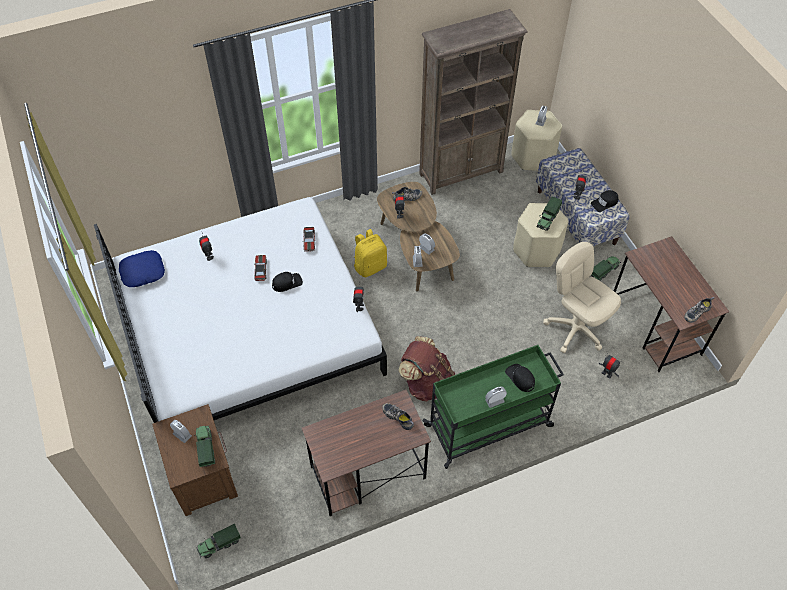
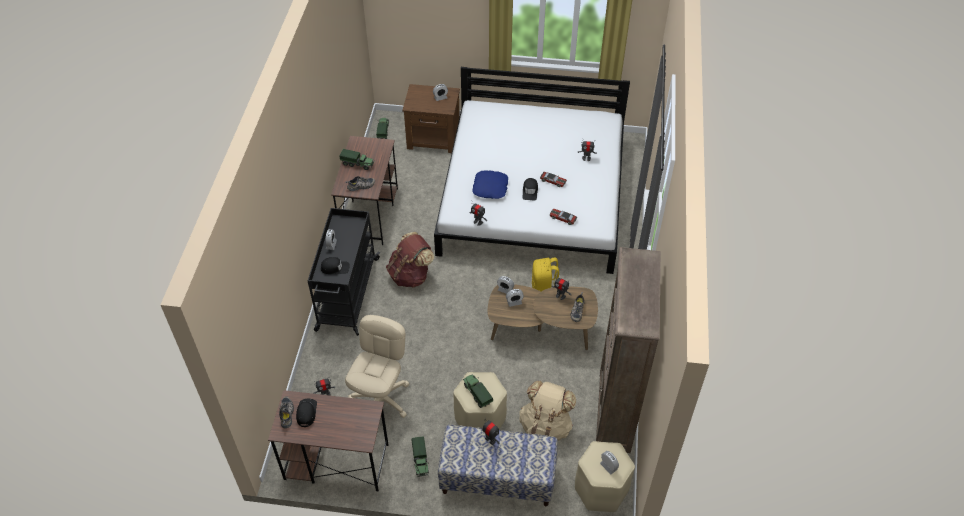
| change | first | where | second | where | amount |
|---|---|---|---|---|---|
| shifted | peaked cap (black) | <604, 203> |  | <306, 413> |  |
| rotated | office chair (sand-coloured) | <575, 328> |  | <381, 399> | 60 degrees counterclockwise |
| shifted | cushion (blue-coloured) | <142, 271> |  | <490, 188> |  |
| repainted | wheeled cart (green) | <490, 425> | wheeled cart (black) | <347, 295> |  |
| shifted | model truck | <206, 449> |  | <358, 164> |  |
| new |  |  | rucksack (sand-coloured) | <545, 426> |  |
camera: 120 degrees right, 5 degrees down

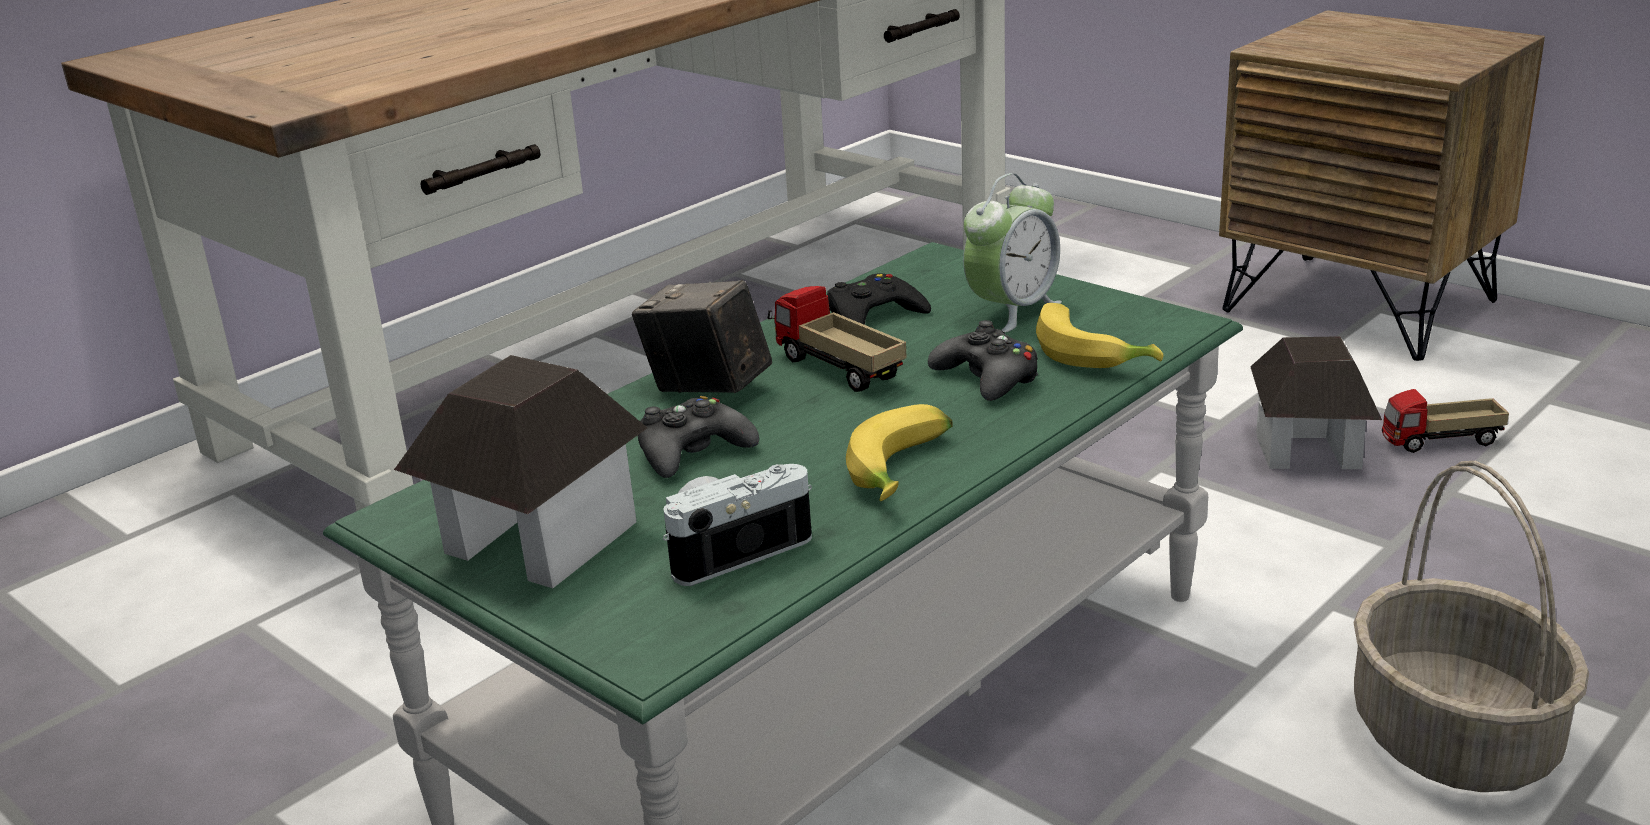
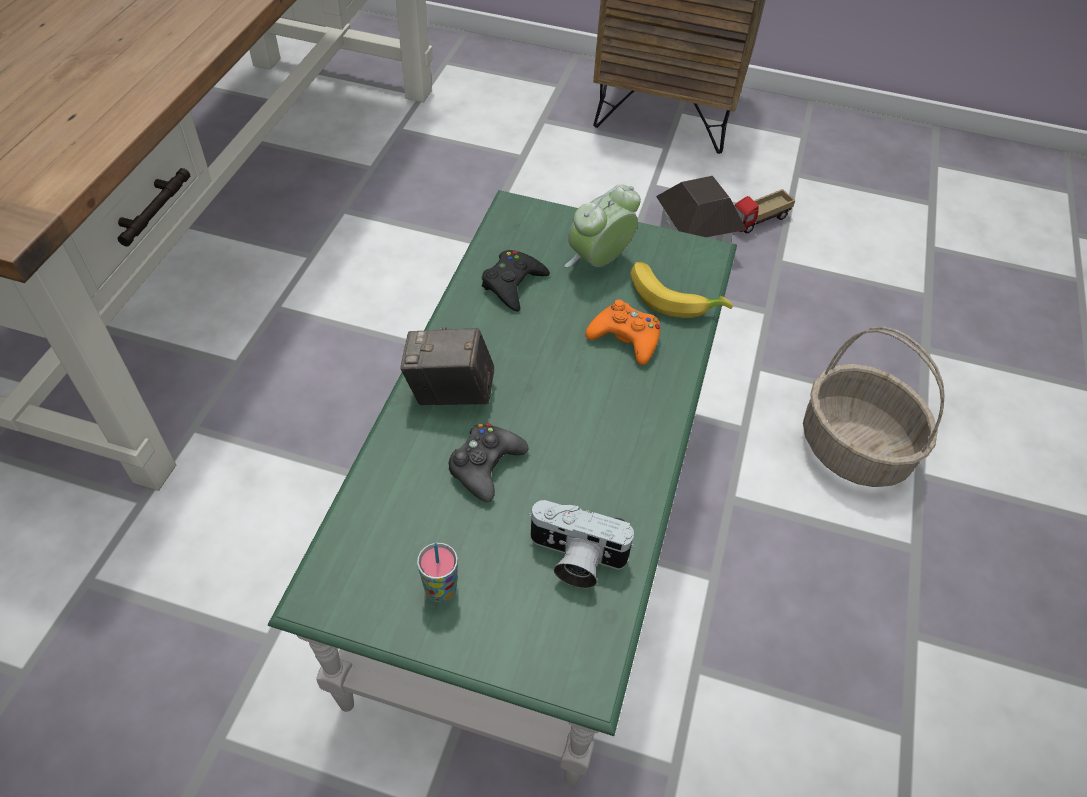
| change | first | where | second | where | amount |
|---|---|---|---|---|---|
| rotated | bedside clock | <1012, 311> |  | <599, 261> | 150 degrees counterclockwise |
| gone | model truck | <837, 369> |  |  |  |
| repainted | gamepad (black) | <987, 378> | gamepad (orange) | <625, 338> |  |
| swapped | model house | <538, 539> | small cup | <440, 590> |  |
| gone | banana | <905, 472> |  |  |  |
| rotated | photo camera | <733, 549> |  | <574, 559> | 105 degrees counterclockwise |
camera: 30 degrees left, 25 degrees up

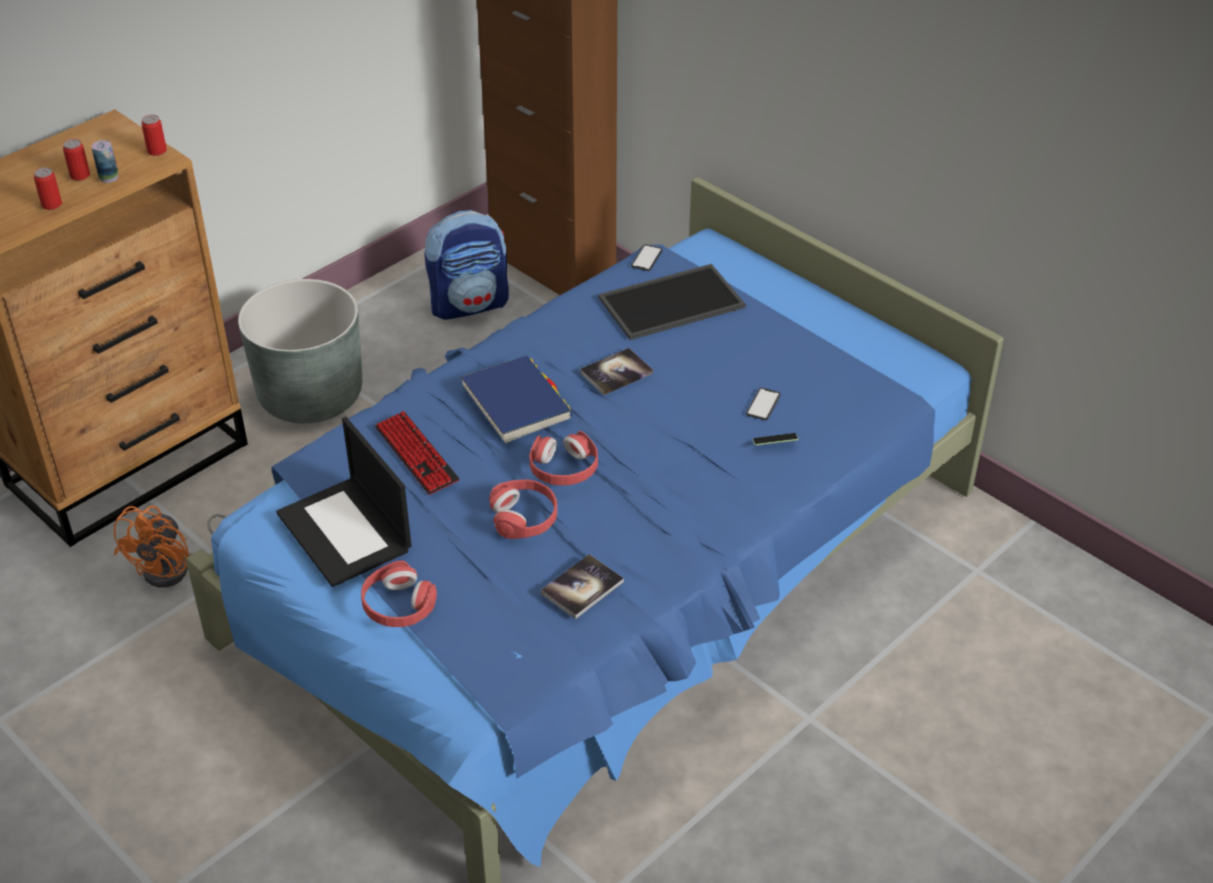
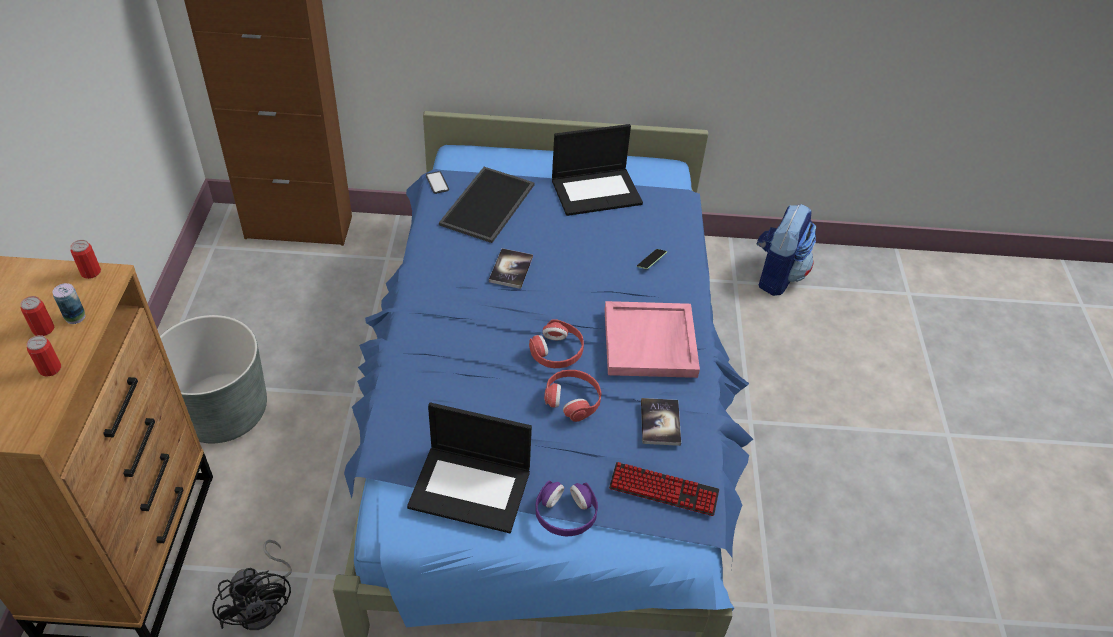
| change | first | where | second | where | amount |
|---|---|---|---|---|---|
| shifted | rucksack | <470, 304> |  | <777, 275> |  |
| gone | volume (blue-coloured) | <516, 403> |  |  |  |
| gone | telephone | <763, 405> |  |  |  |
| shifted | keyboard | <416, 454> |  | <663, 490> |  |
| repainted | electric fan (orange) | <177, 569> | electric fan (black) | <264, 604> |  |
| repainted | headset (red) | <398, 605> | headset (purple-coloured) | <565, 514> |  |
| new |  |  | notebook computer | <597, 191> |  |
| new |  |  | carrying tray (pink) | <650, 343> |  |
camera: 45 degrees left, 5 degrees up

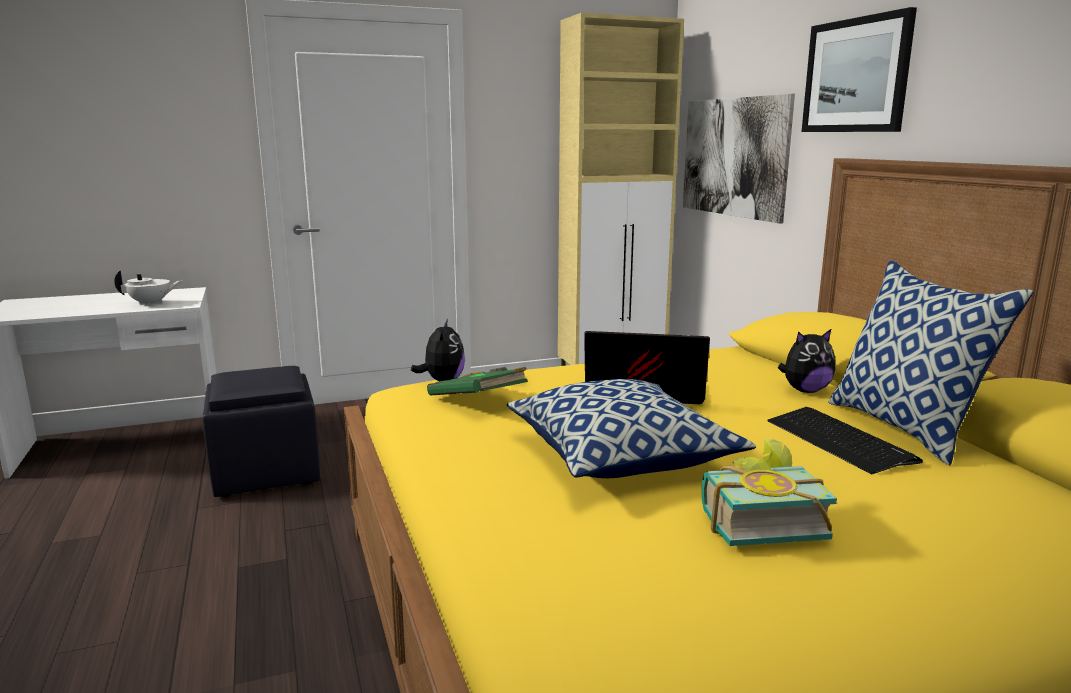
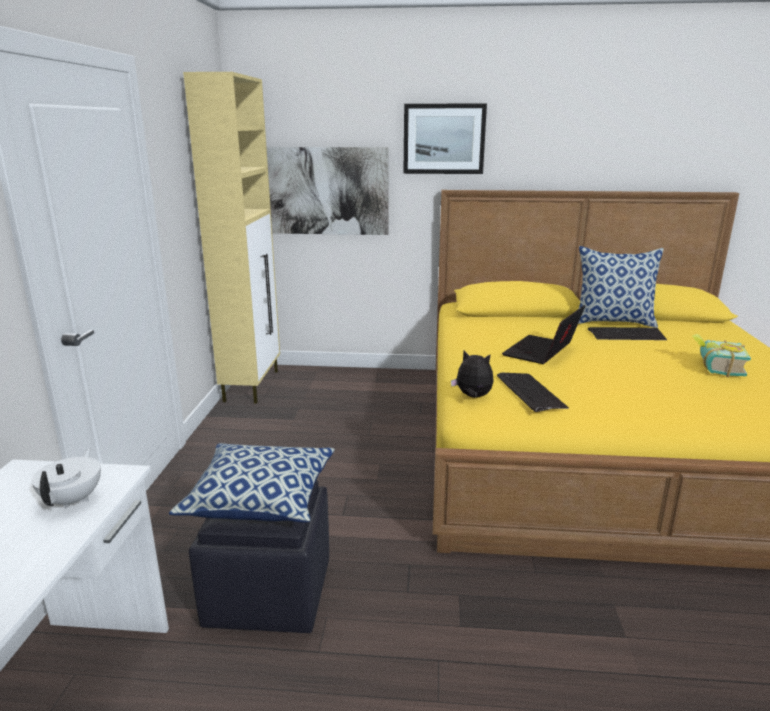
| change | first | where | second | where | amount |
|---|---|---|---|---|---|
| gone | plush toy | <805, 390> |  |  |  |
| swapped | volume (green) | <478, 401> | keyboard | <530, 392> |  |
| shifted | cushion | <621, 456> |  | <261, 499> |  |
camera: 65 degrees left, 5 degrees up

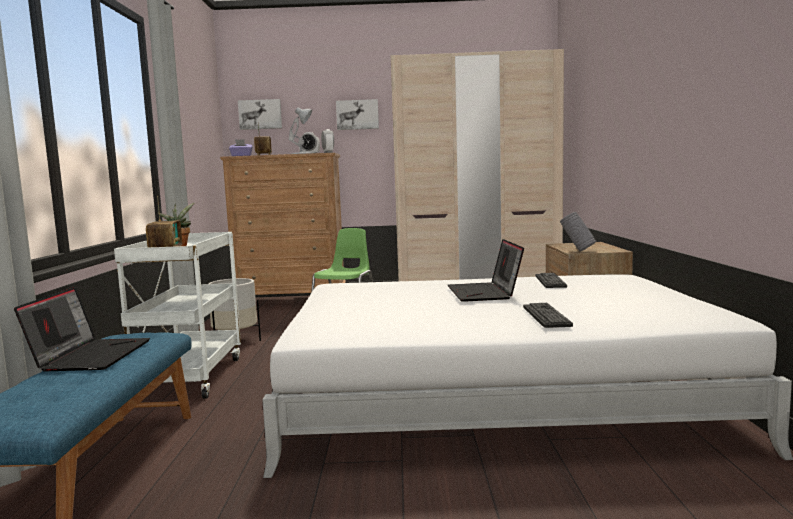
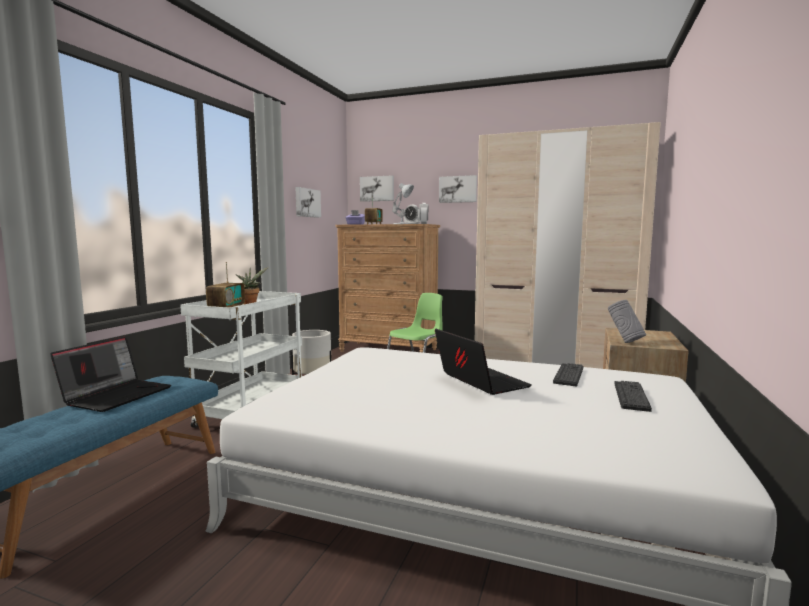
| change | first | where | second | where | amount |
|---|---|---|---|---|---|
| rotated | notebook computer | <485, 293> |  | <479, 381> | 135 degrees clockwise |
| shifted | keyboard | <546, 316> |  | <631, 396> |  |
| new |  |  | wall picture | <307, 203> |  |
camera: 20 degrees right, 0 degrees up

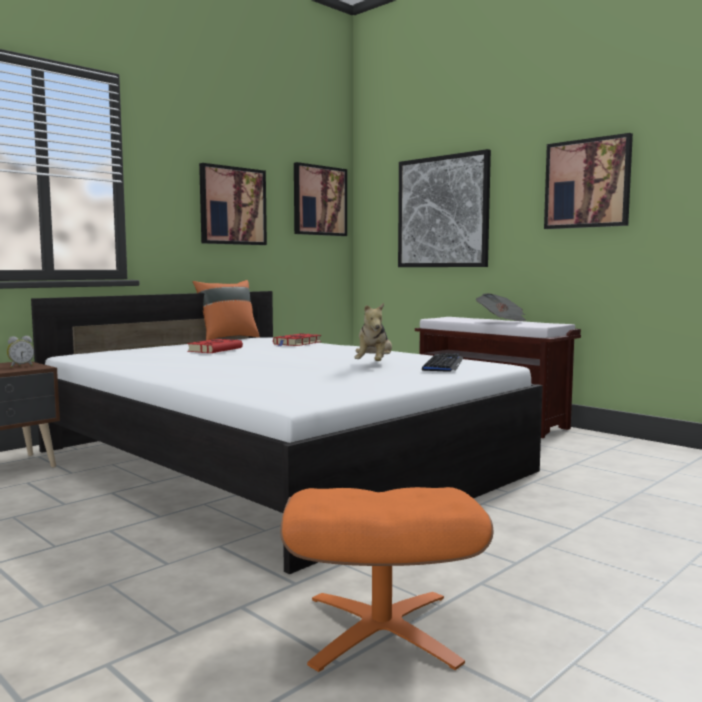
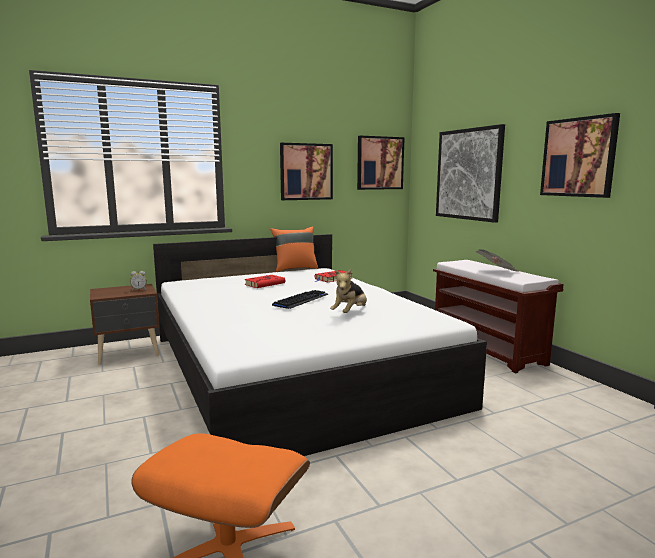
| change | first | where | second | where | amount |
|---|---|---|---|---|---|
| shifted | keyboard | <443, 364> |  | <301, 300> |  |
camera: 20 degrees right, 5 degrees up

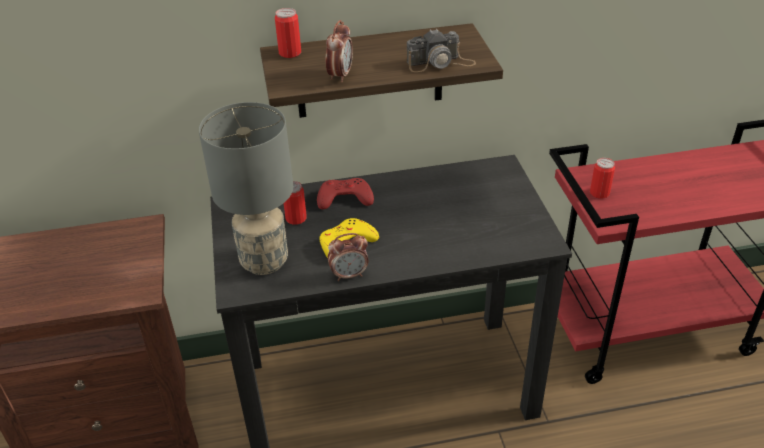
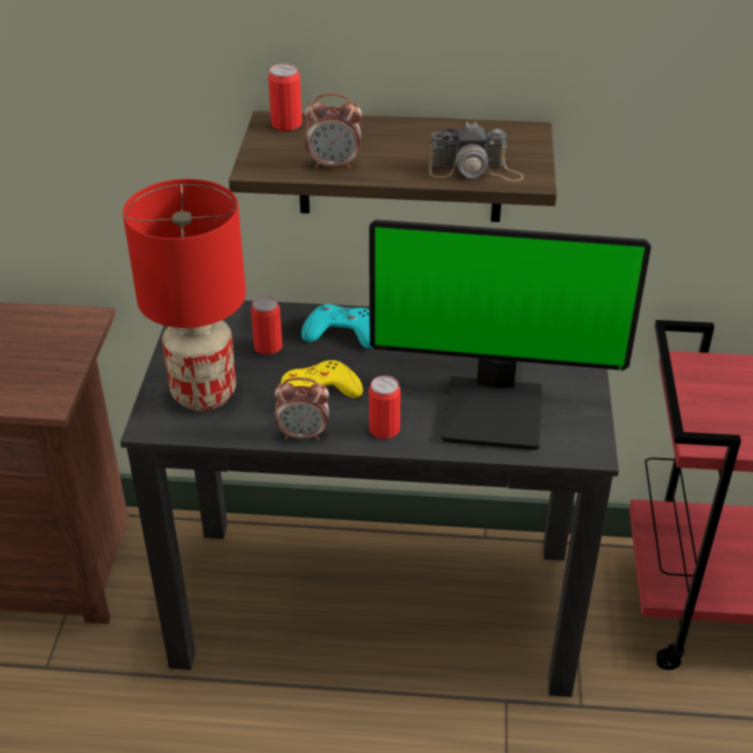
| change | first | where | second | where | amount |
|---|---|---|---|---|---|
| rotated | bedside clock | <340, 75> |  | <334, 165> | 60 degrees clockwise |
| repainted | lamp for a table (greyish) | <263, 262> | lamp for a table (red) | <203, 394> |  |
| shifted | can | <599, 193> |  | <384, 429> |  |
| repainted | gamepad (red) | <344, 198> | gamepad (blue-green) | <342, 333> |  |
| new |  |  | monitor | <495, 410> |  |
camera: 15 degrees right, 0 degrees up

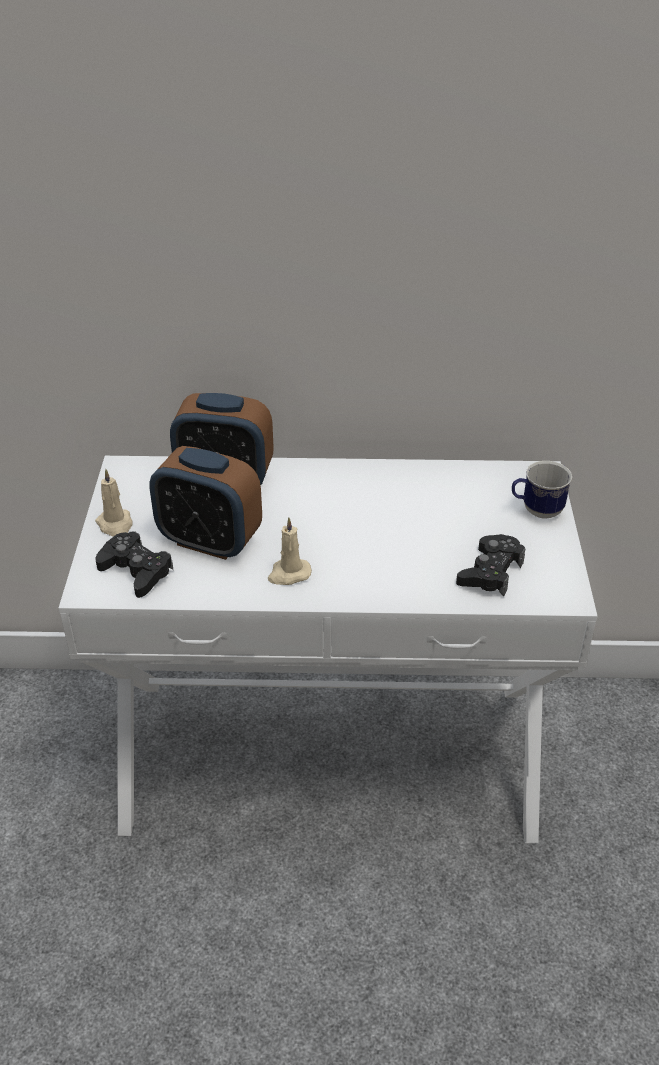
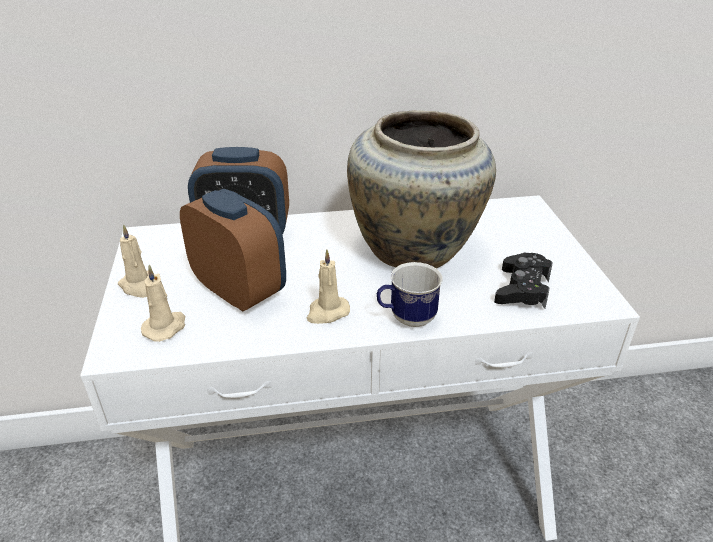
| change | first | where | second | where | amount |
|---|---|---|---|---|---|
| rotated | bedside clock | <209, 541> |  | <239, 291> | 150 degrees counterclockwise |
| shifted | coffee mug | <536, 511> |  | <406, 319> |  |
| swapped | gamepad (black) | <136, 570> | wax candle (sand-coloured) | <165, 327> |  |
| new |  |  | flower vase (sand-coloured) | <416, 251> |  |
camera: 10 degrees left, 5 degrees down

